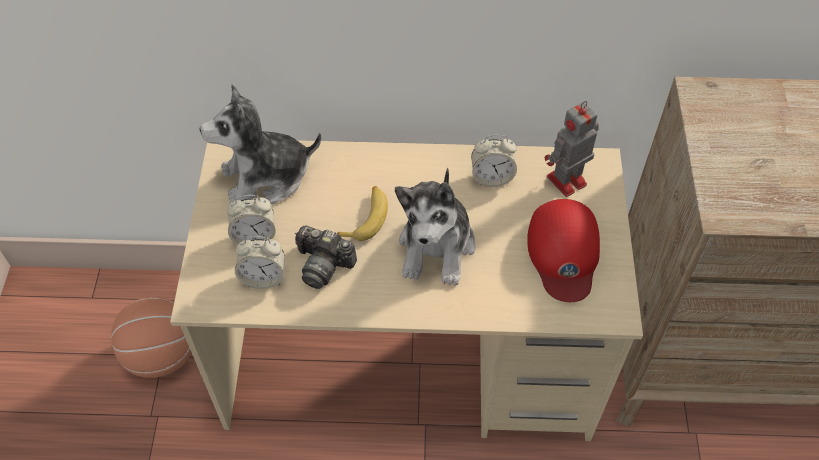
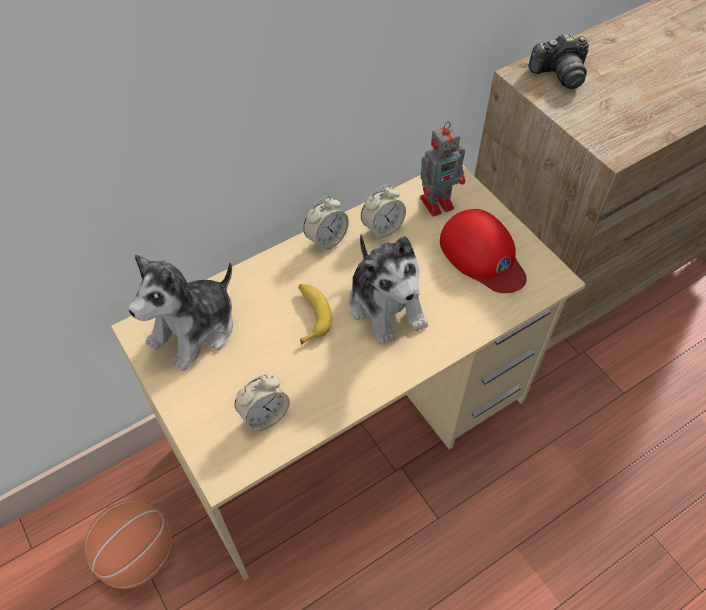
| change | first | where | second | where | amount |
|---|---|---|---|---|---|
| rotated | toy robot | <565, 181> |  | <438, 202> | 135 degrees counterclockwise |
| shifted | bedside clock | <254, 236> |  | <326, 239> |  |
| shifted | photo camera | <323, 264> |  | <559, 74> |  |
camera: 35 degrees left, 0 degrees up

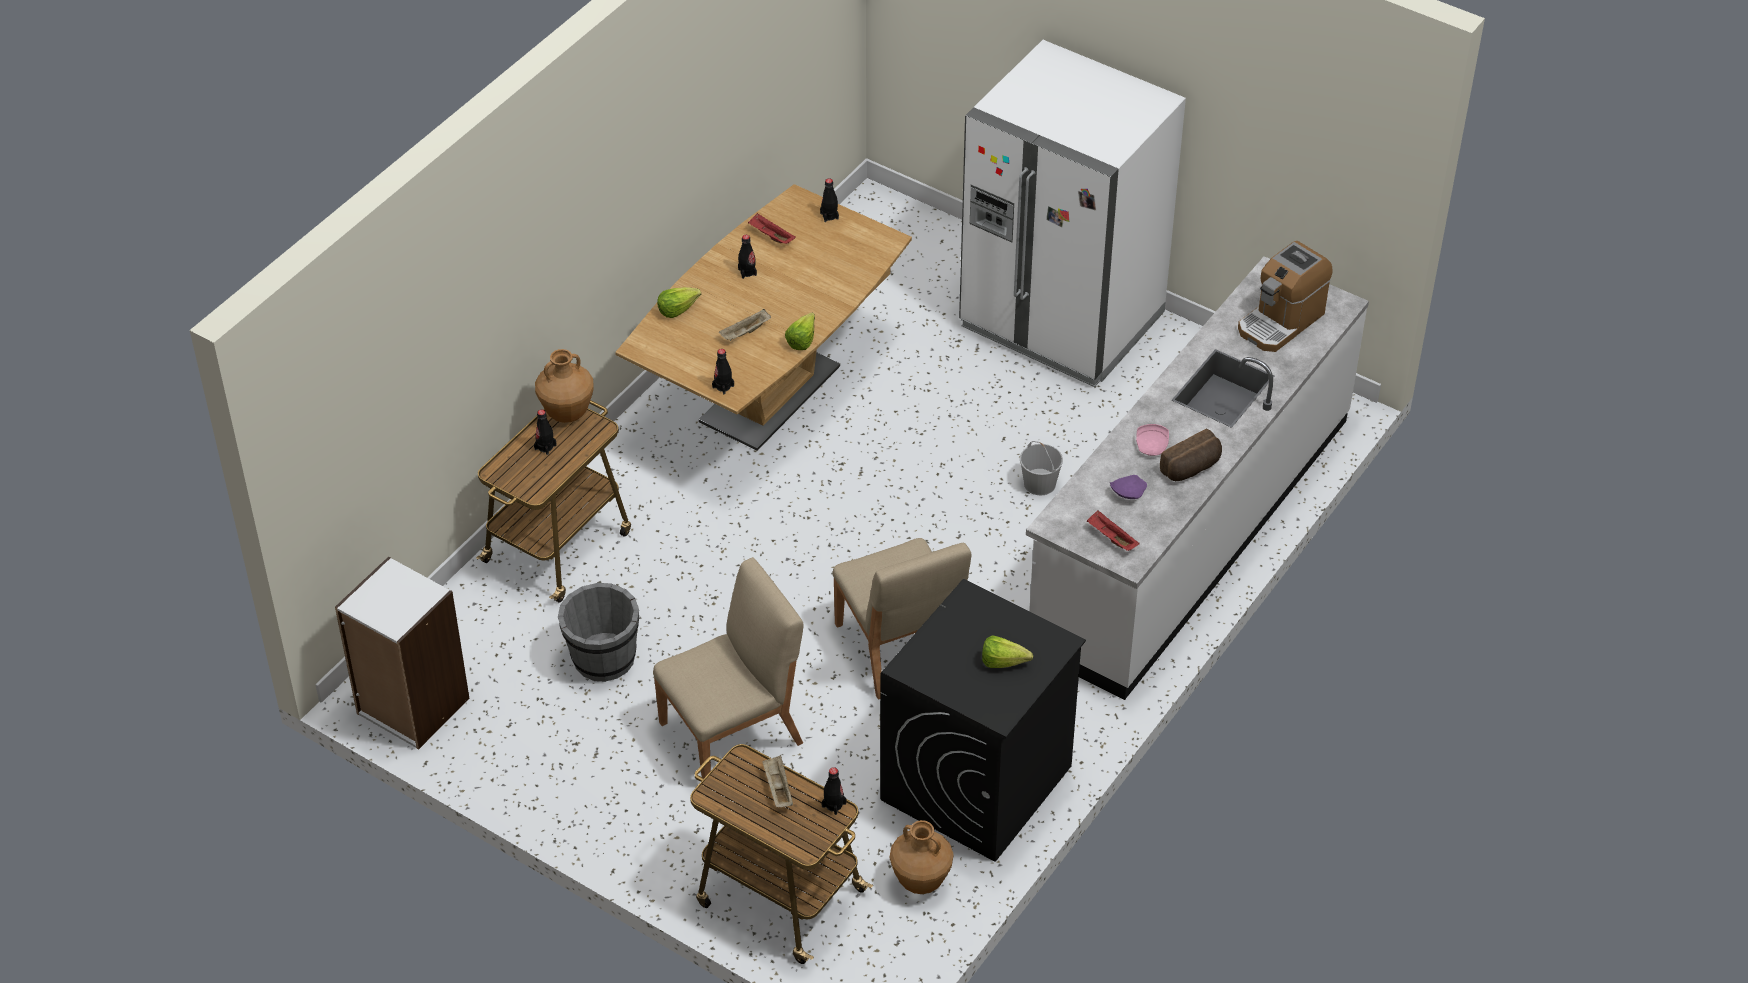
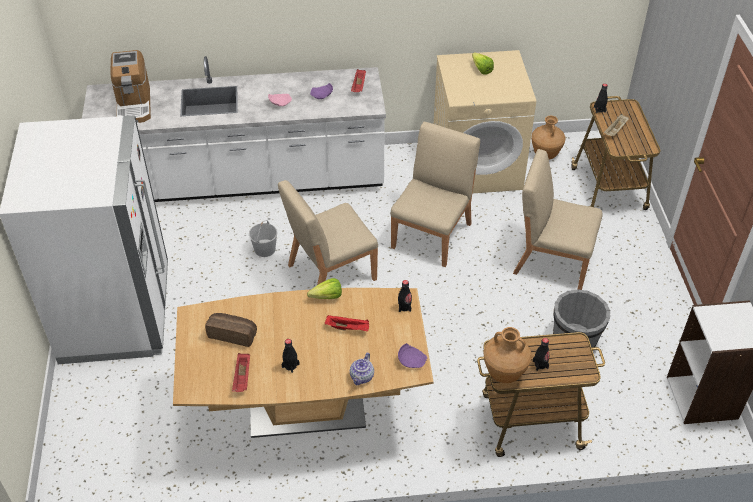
| change | first | where | second | where | amount |
|---|---|---|---|---|---|
| gone | bottle (black) | <829, 216> |  |  |  |
| rotated | coffee machine | <1280, 321> |  | <134, 104> | 75 degrees clockwise |
| swapped | lettuce head | <677, 309> | pot for tea | <362, 377> |  |
| repainted | carrying tray (sand-coloured) | <745, 333> | carrying tray (red) | <348, 328> |  |
| shifted | bread | <1192, 468> |  | <233, 334> |  |
| repainted | laundry machine (black) | <976, 784> | laundry machine (sand-coloured) | <477, 167> |  |
| new |  |  | upright chair (sand-coloured) | <330, 272> |  |
| new |  |  | dinner plate (purple-coloured) | <411, 360> |  |
camera: 130 degrees left, 0 degrees up

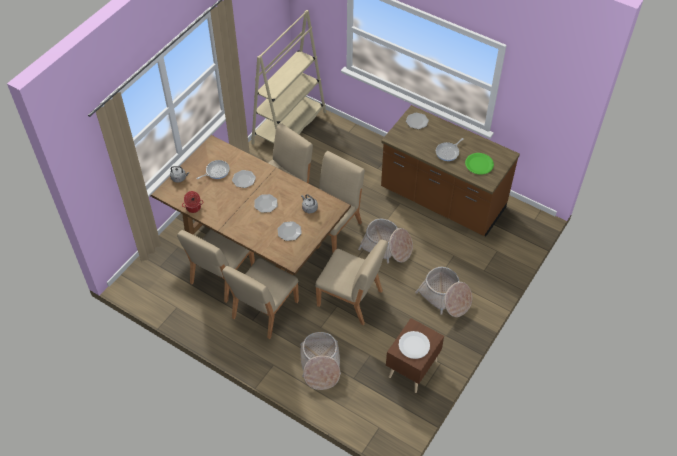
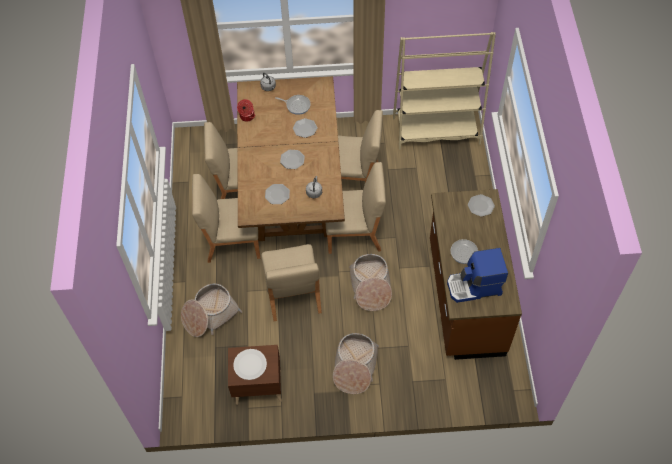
| change | first | where | second | where | amount |
|---|---|---|---|---|---|
| swapped | dinner plate (green) | <479, 164> | coffee machine | <474, 287> |  |
camera: 55 degrees right, 5 degrees up

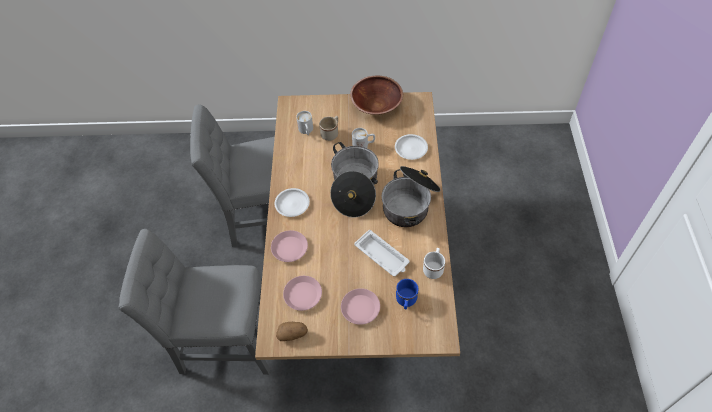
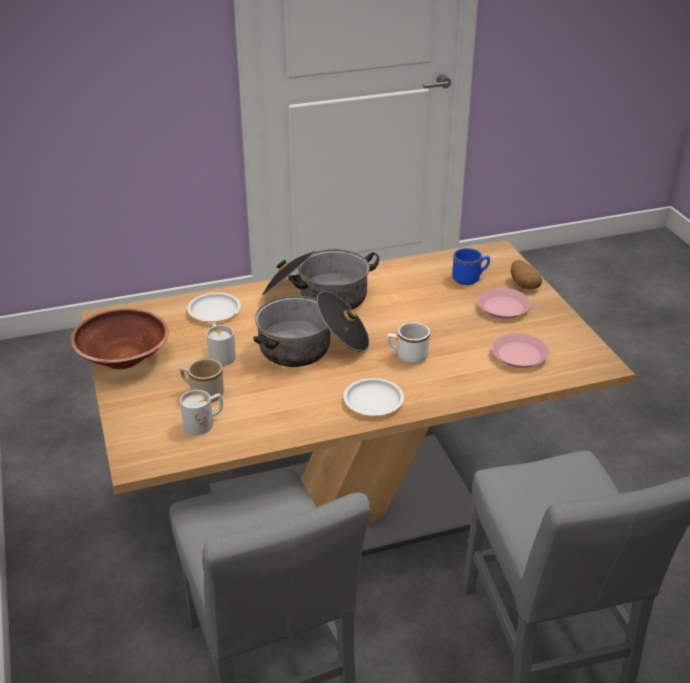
| change | first | where | second | where | amount |
|---|---|---|---|---|---|
| gone | dinner plate (pink) | <289, 248> |  |  |  |
| gone | carrying tray (white) | <382, 256> |  |  |  |
| shifted | coffee mug (white) | <433, 268> |  | <407, 356> |  |
| shifted | spud | <293, 334> |  | <523, 284> |  |
camera: 110 degrees left, 20 degrees down

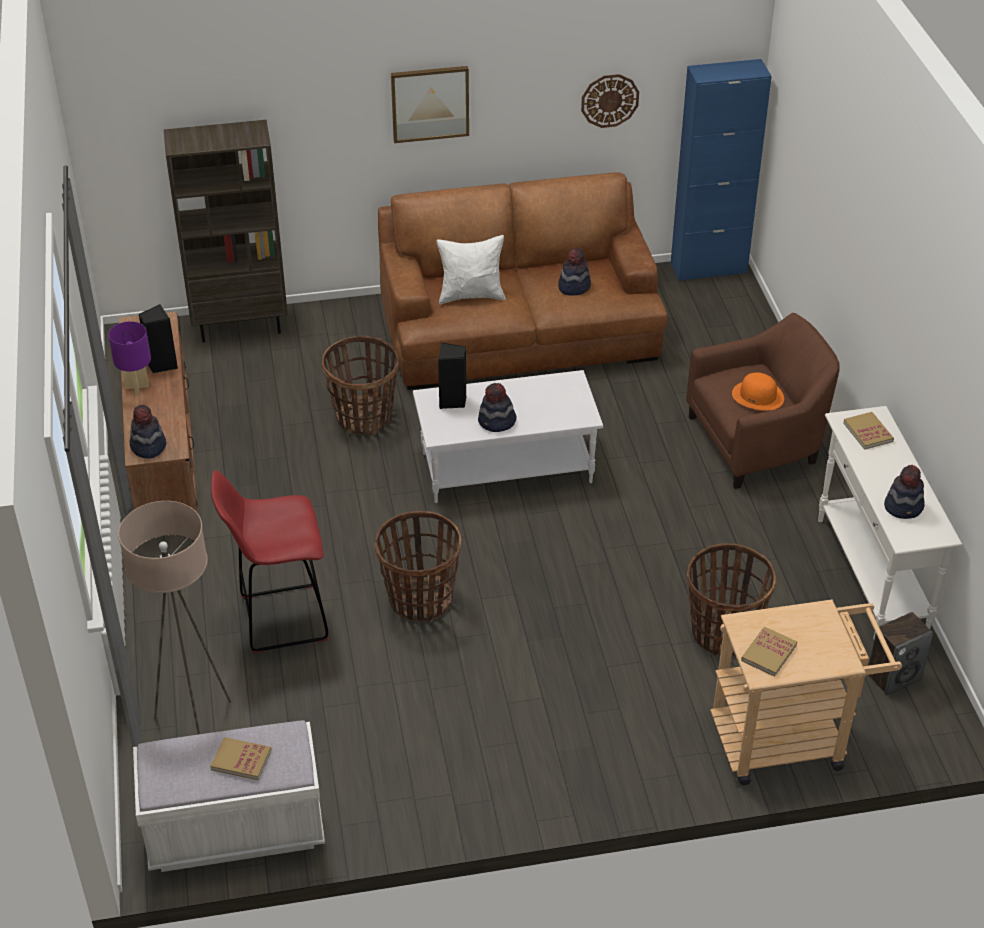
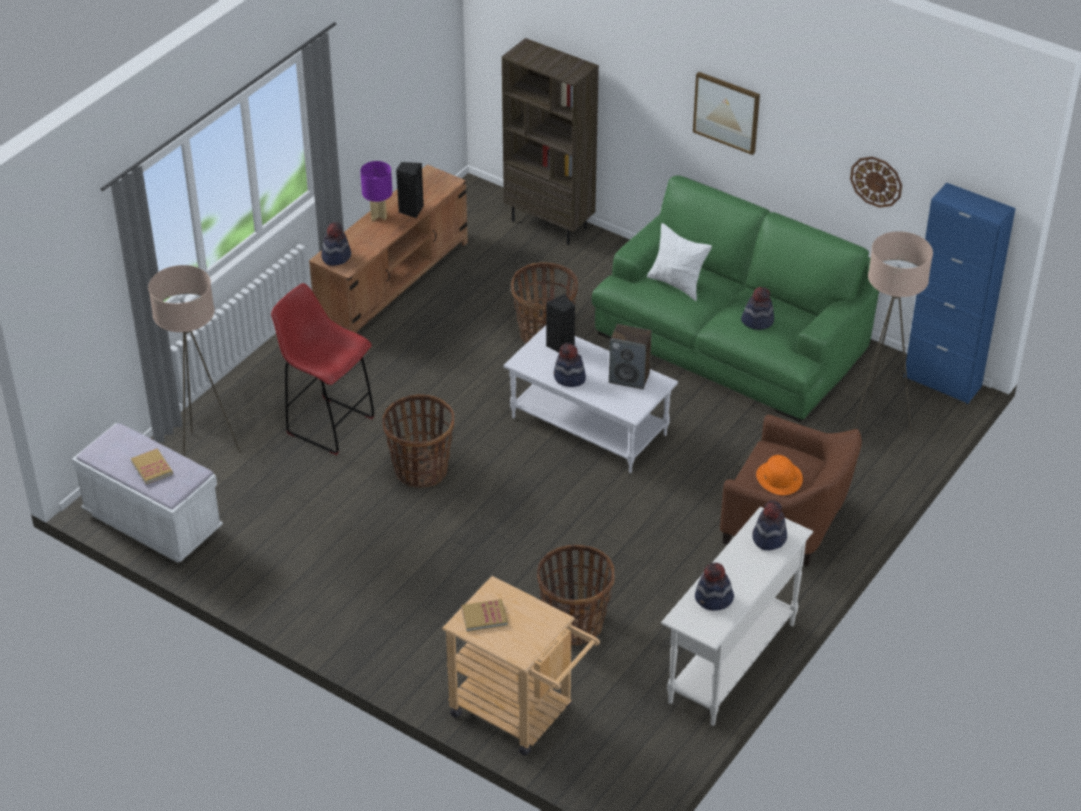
| change | first | where | second | where | amount |
|---|---|---|---|---|---|
| repainted | settee (brownish) | <519, 329> | settee (green) | <732, 339> |  |
| swapped | volume | <868, 432> | hat | <769, 538> |  |
| shifted | loudspeaker | <893, 676> |  | <629, 378> |  |
| new |  |  | standard lamp (sand-coloured) | <877, 419> |  |
camera: 45 degrees right, 0 degrees up

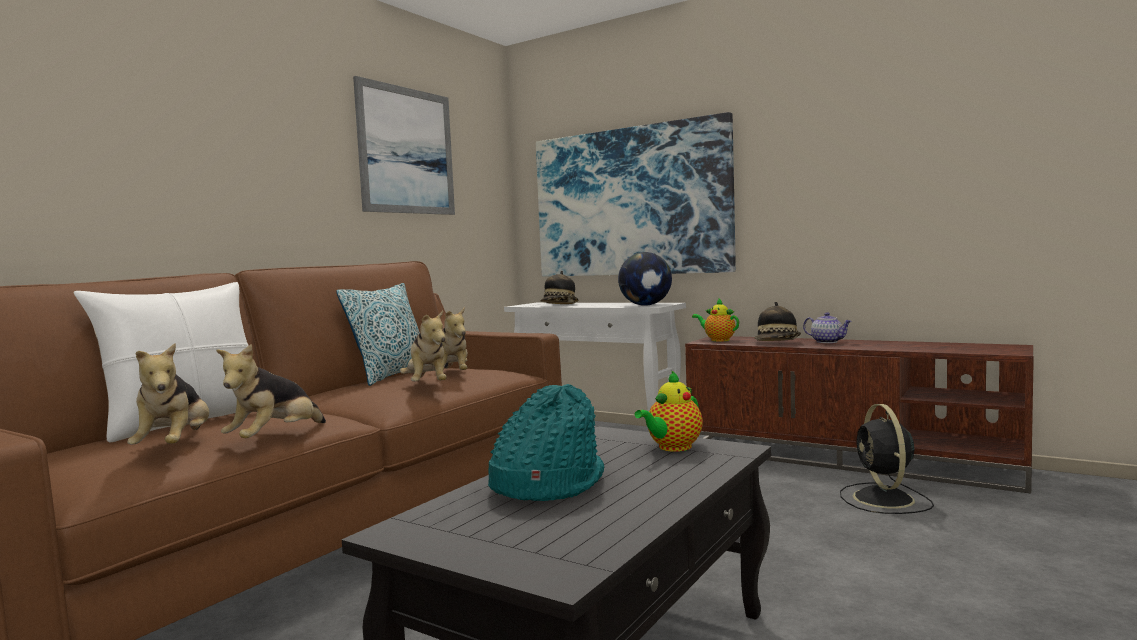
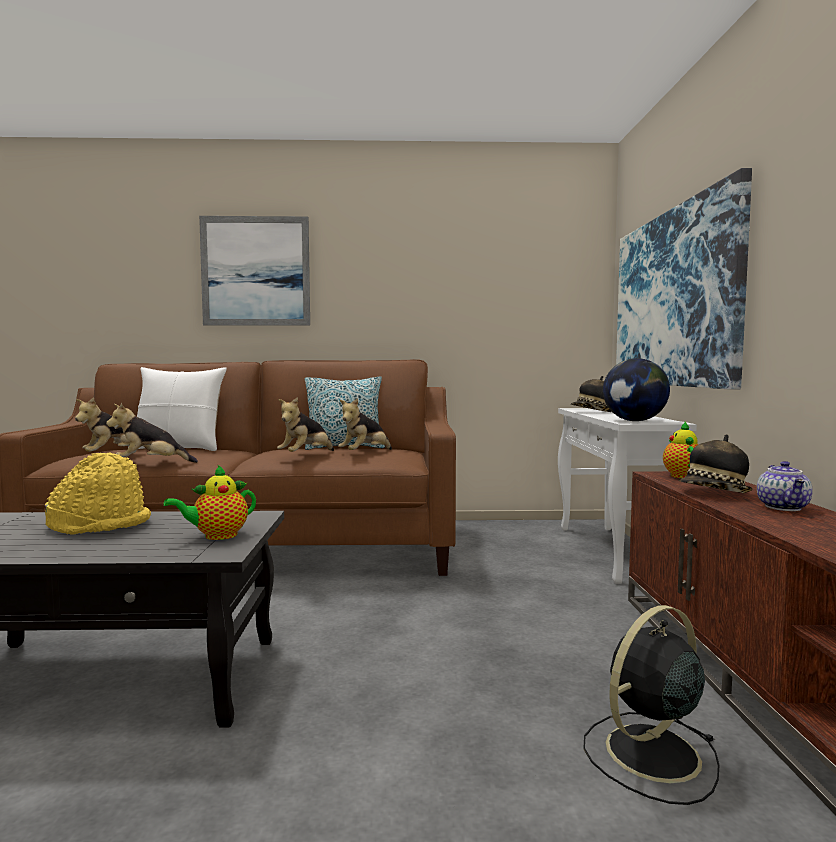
| change | first | where | second | where | amount |
|---|---|---|---|---|---|
| shifted | wall picture | <406, 151> |  | <255, 271> |  |
| rotated | pot for tea | <672, 448> |  | <217, 536> | 45 degrees counterclockwise |
| repainted | hat (blue-green) | <546, 484> | hat (yellow) | <101, 525> |  |
camera: 55 degrees right, 0 degrees up

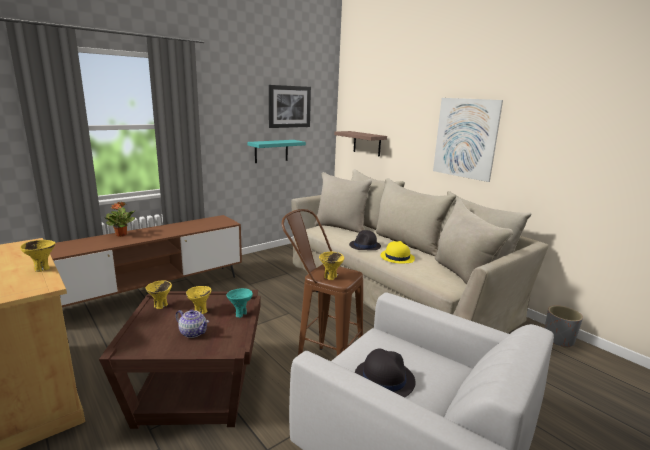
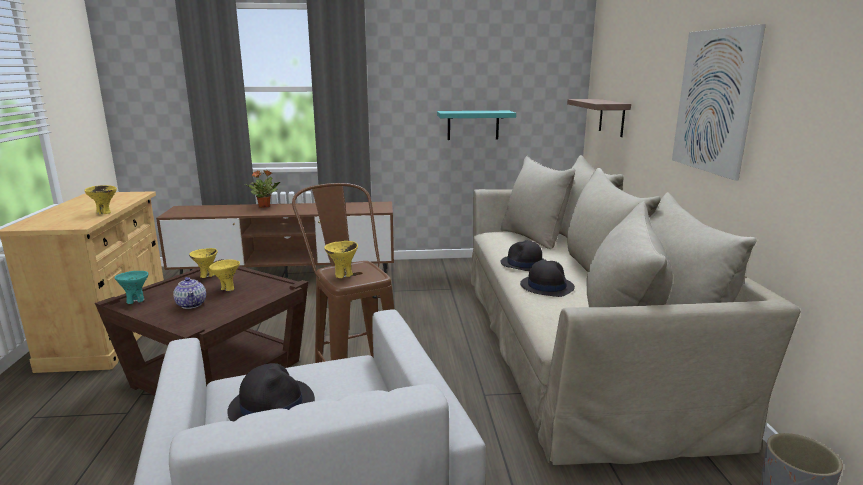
| change | first | where | second | where | amount |
|---|---|---|---|---|---|
| gone | wall picture | <289, 106> |  |  |  |
| repainted | hat (yellow) | <397, 257> | hat (black) | <546, 286> |  |
| shifted | bowl (blue-green) | <240, 314> |  | <135, 301> |  |
camera: 35 degrees right, 0 degrees up

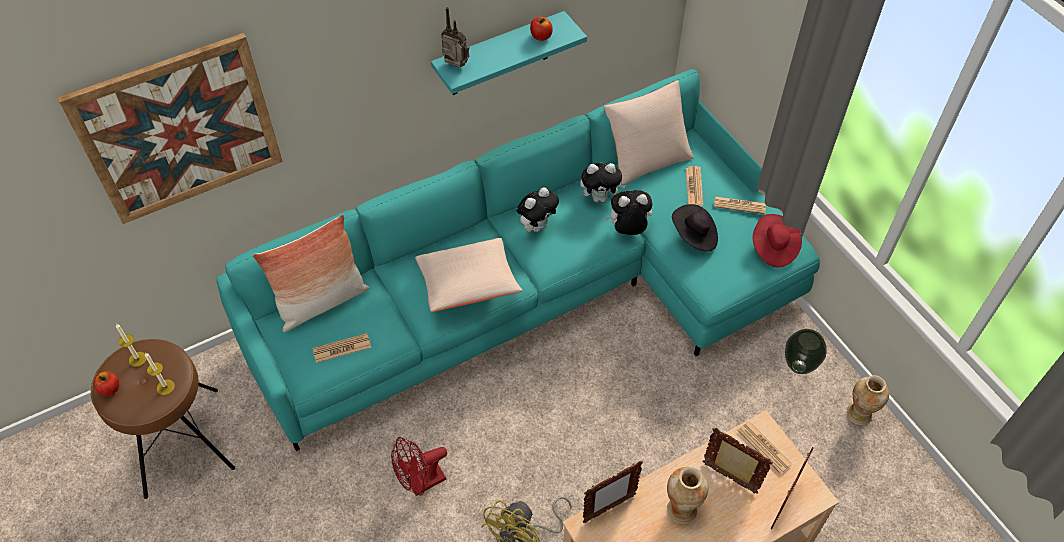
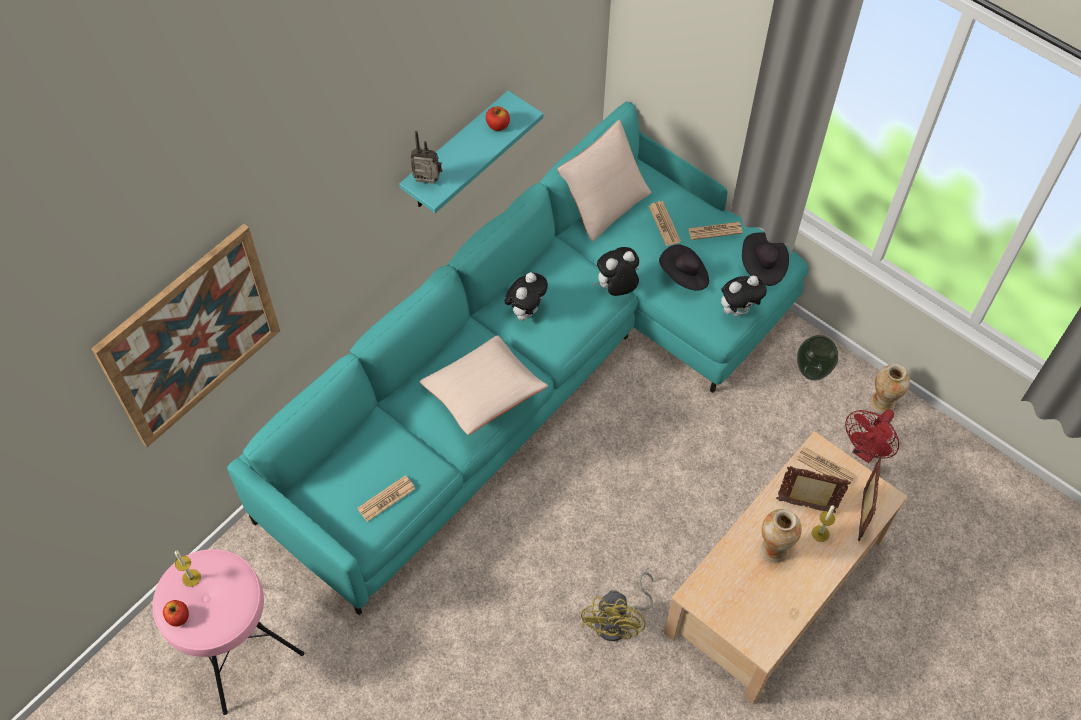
| change | first | where | second | where | amount |
|---|---|---|---|---|---|
| shifted | plush toy | <600, 197> |  | <738, 309> |  |
| repainted | hat (red) | <773, 248> | hat (black) | <762, 266> |  |
| gone | cushion | <322, 302> |  |  |  |
| repainted | sitting stool (brownish) | <181, 442> | sitting stool (pink) | <234, 646> |  |
| shifted | wax candle | <165, 387> |  | <820, 533> |  |
| shifted | electric fan (red) | <421, 483> |  | <866, 451> |  |
| gone | standing frame | <608, 508> |  |  |  |
camera: 20 degrees left, 5 degrees up

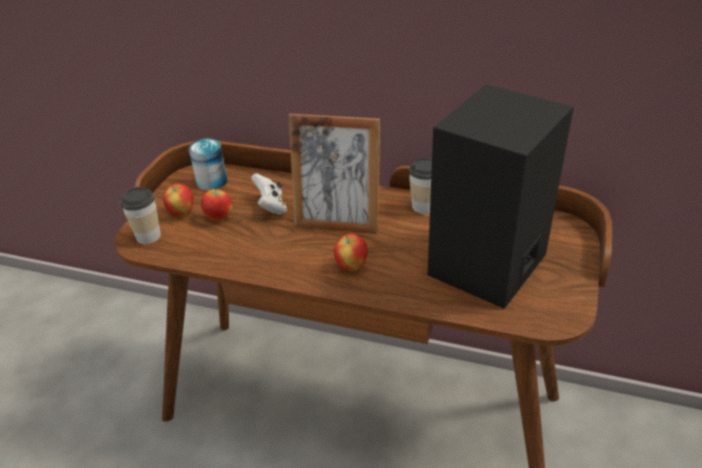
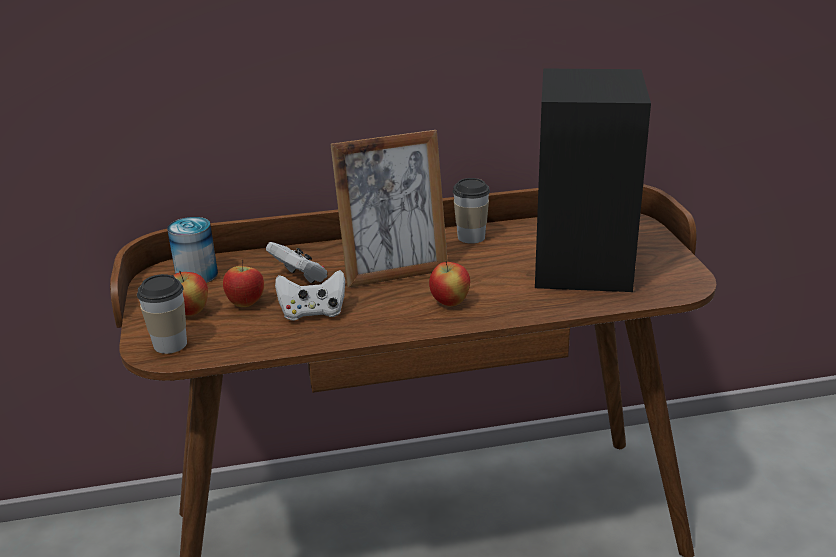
| change | first | where | second | where | amount |
|---|---|---|---|---|---|
| new |  |  | gamepad (white) | <313, 313> |  |
camera: 30 degrees left, 10 degrees down

